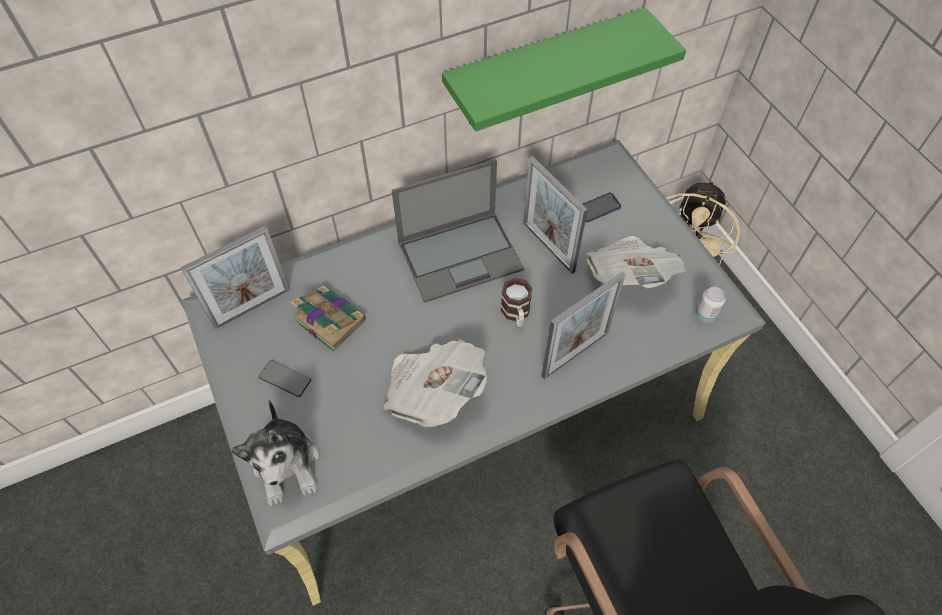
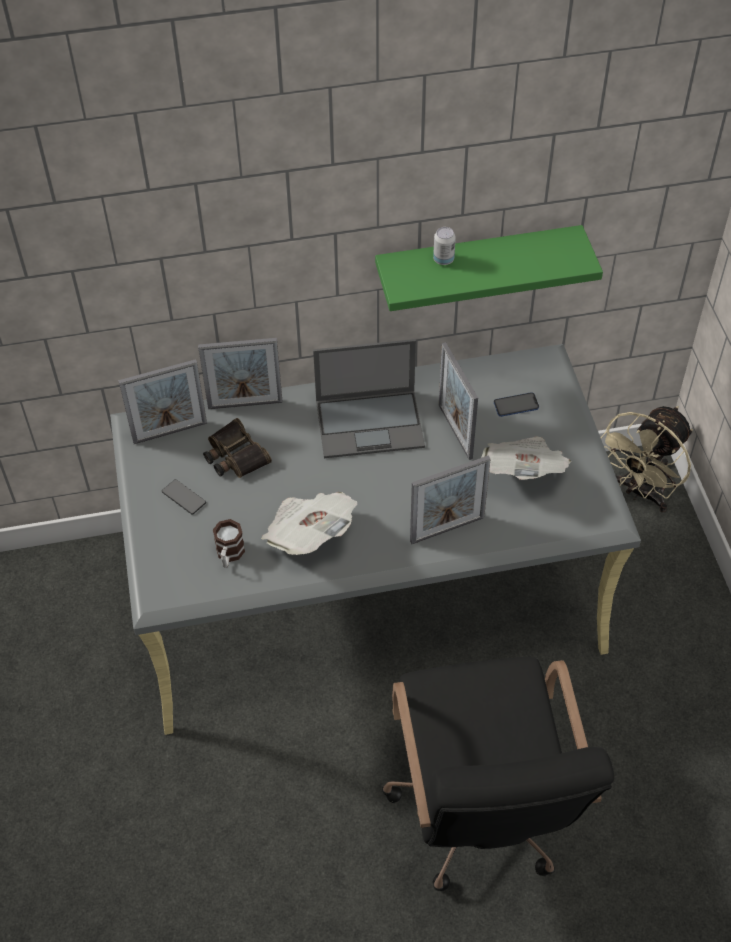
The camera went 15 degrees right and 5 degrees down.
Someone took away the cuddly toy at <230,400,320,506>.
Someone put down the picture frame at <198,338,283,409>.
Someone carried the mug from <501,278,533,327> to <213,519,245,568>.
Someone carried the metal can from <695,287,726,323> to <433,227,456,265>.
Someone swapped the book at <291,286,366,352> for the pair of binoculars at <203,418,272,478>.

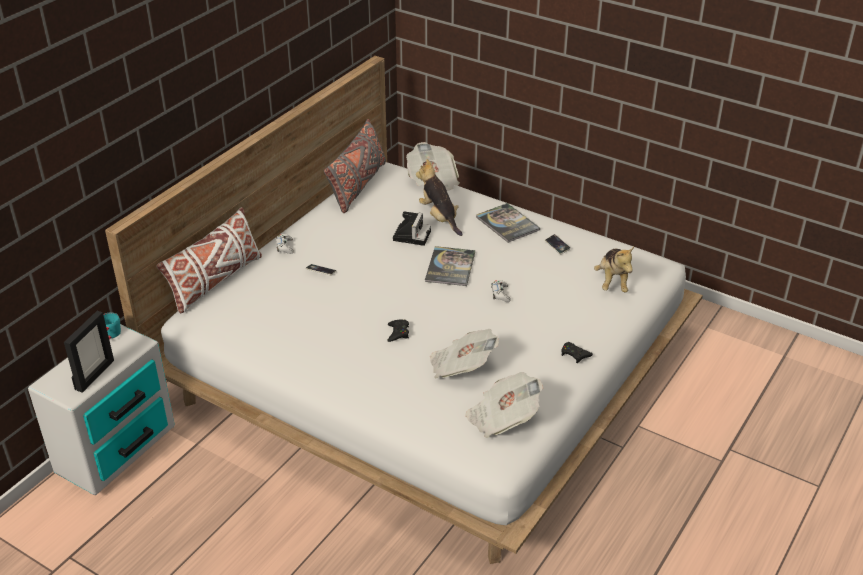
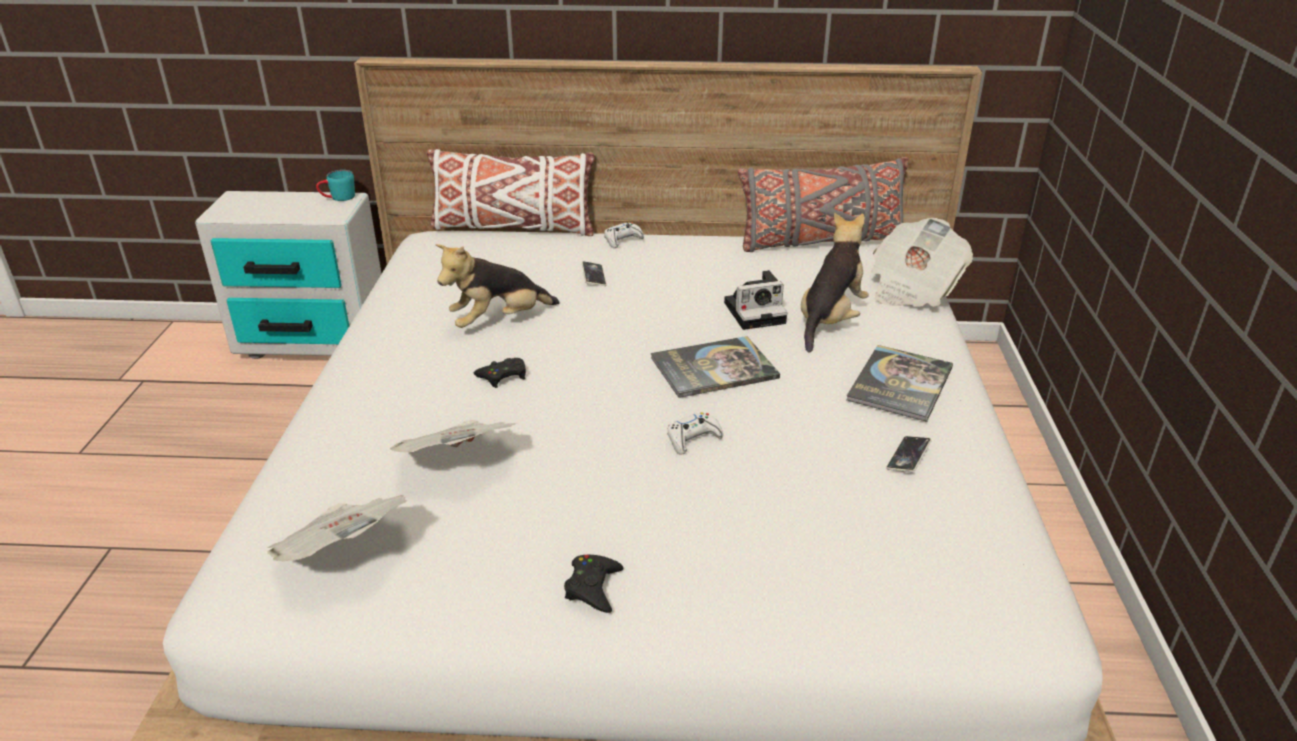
The camera went 60 degrees right and 5 degrees down.
Someone took away the picture frame at <64,311,114,393>.
Someone carried the cuddly toy from <594,247,634,292> to <436,244,560,328>.

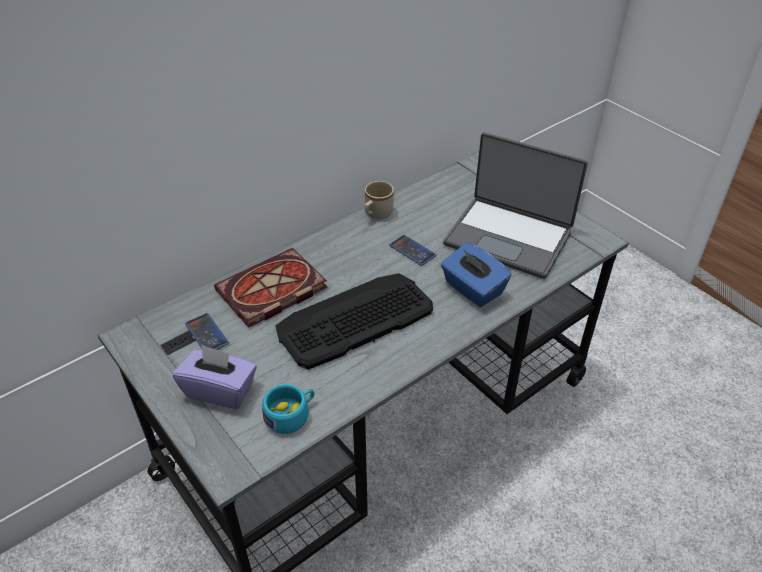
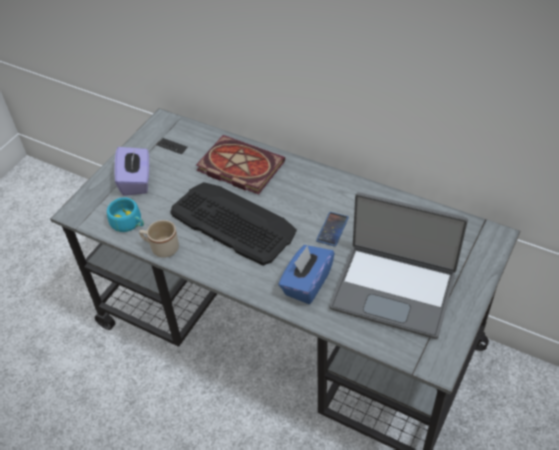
The camera went 70 degrees right and 5 degrees up.
Someone took away the telephone at <185,313,229,350>.
Someone carried the mug (beige) from <365,181,394,219> to <139,220,179,258>.
Someone rotated the portable computer at <443,132,588,279> by 75 degrees counterclockwise.

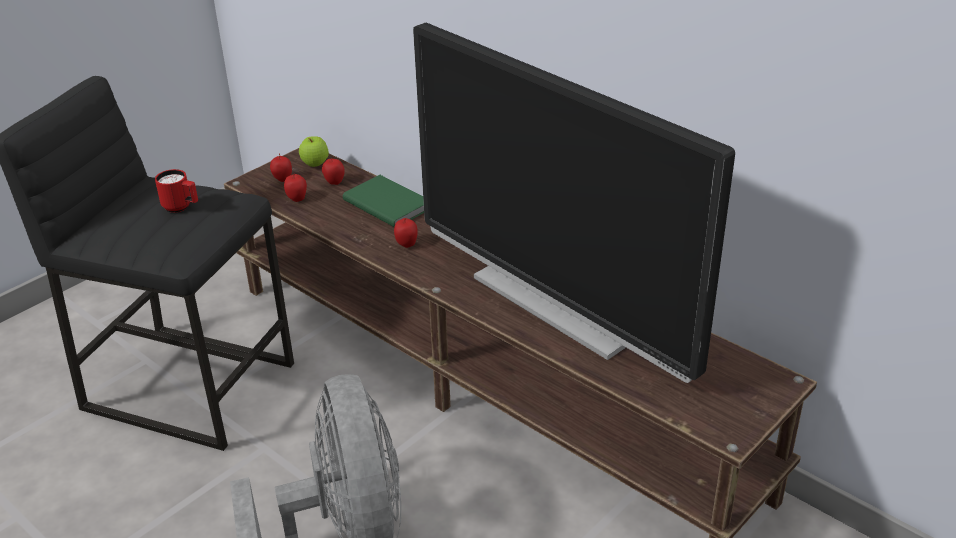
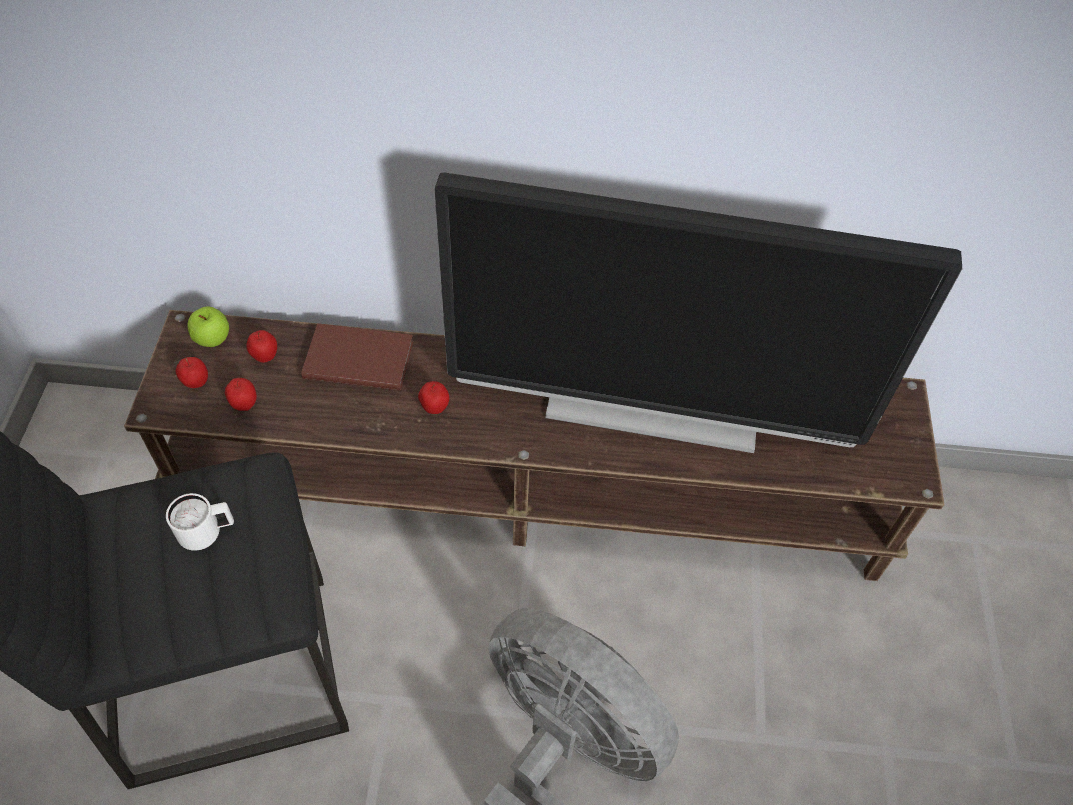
The camera went 40 degrees left and 20 degrees up.
Someone repainted the mug (reddish) at <155,169,198,213>, which became the mug (white) at <166,493,234,551>.
Someone repainted the book (greenish) at <343,175,424,227>, which became the book (brownish) at <301,323,413,391>.

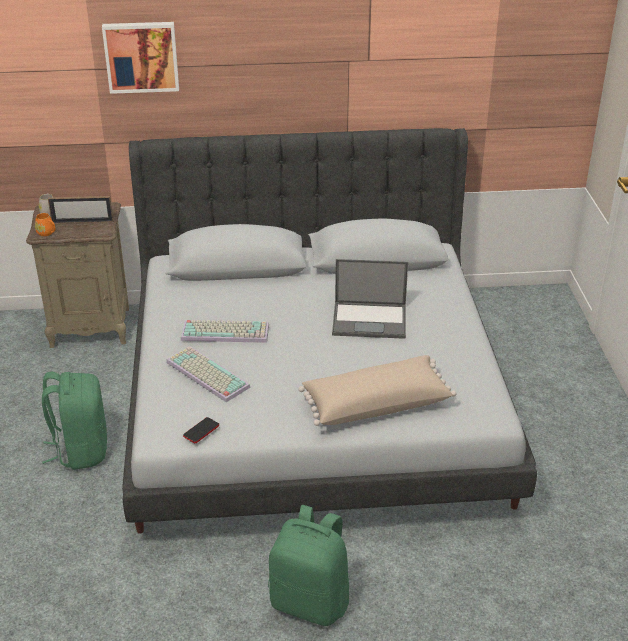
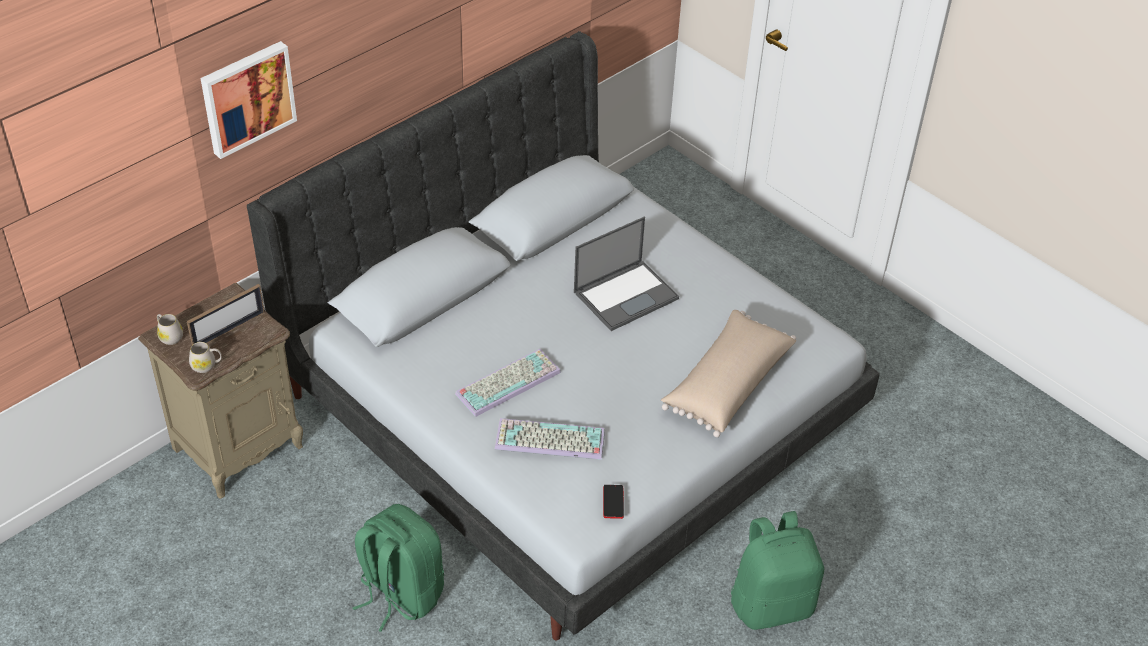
The camera went 40 degrees left and 10 degrees up.
Someone repainted the mug (orangey) at <35,213,55,236>, which became the mug (white) at <189,342,222,373>.

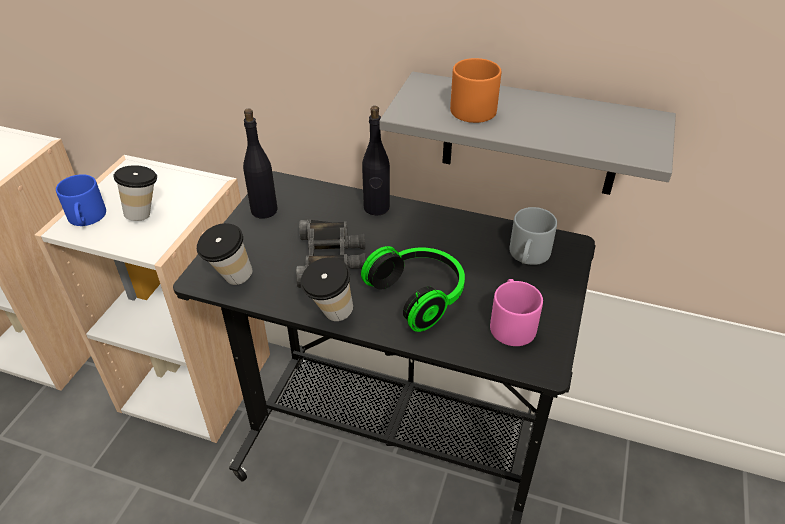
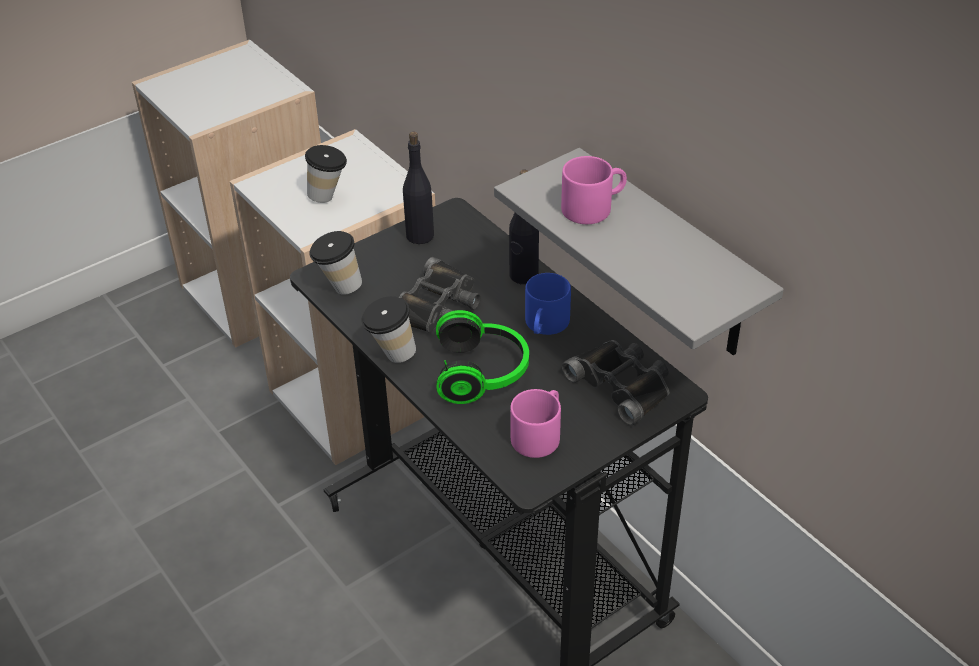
The camera went 35 degrees right and 0 degrees up.
Someone carried the mug (blue-coloured) from <56,174,106,226> to <525,273,571,335>.
Someone swapped the mug (grey) at <510,207,557,265> for the pair of binoculars (black-coloured) at <562,340,669,425>.
Someone repainted the mug (orangey) at <450,58,501,123>, which became the mug (pink) at <561,156,627,224>.

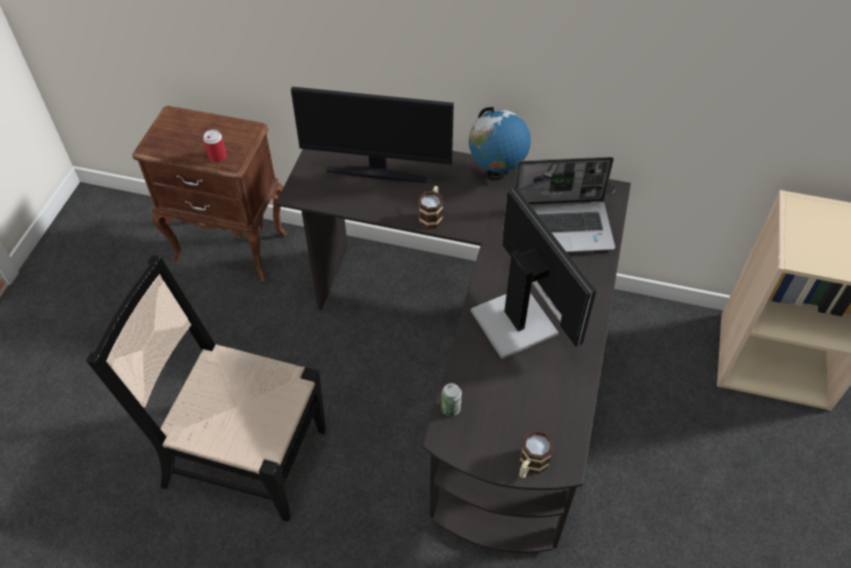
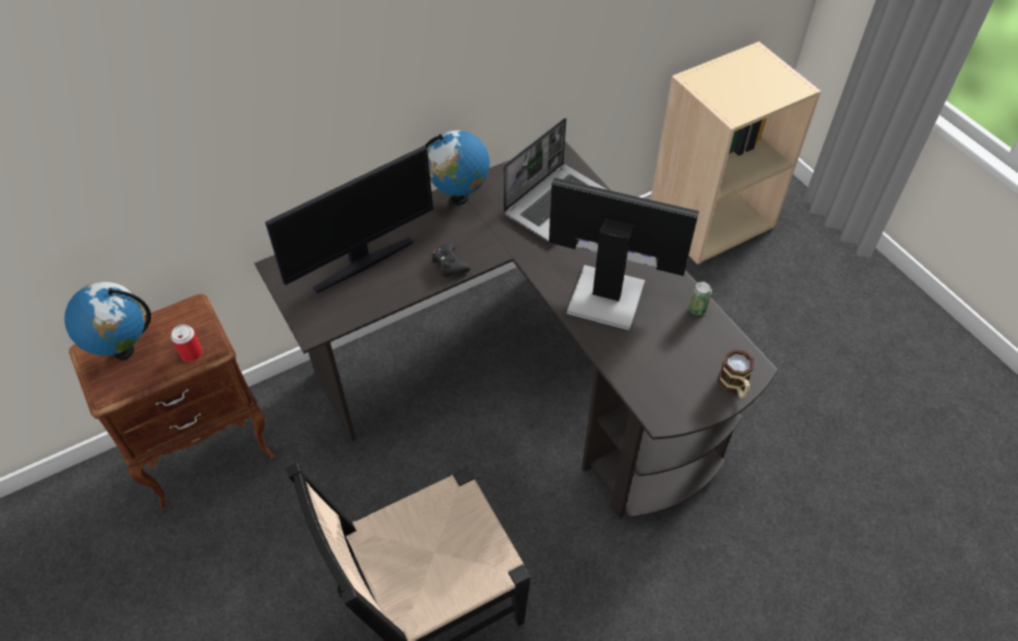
The camera went 45 degrees left and 0 degrees up.
Someone put down the globe at <65,282,151,360>.
Someone carried the metal can from <441,383,462,416> to <689,281,712,315>.
Someone swapped the mug at <418,186,443,229> for the joypad (black-coloured) at <431,243,470,277>.

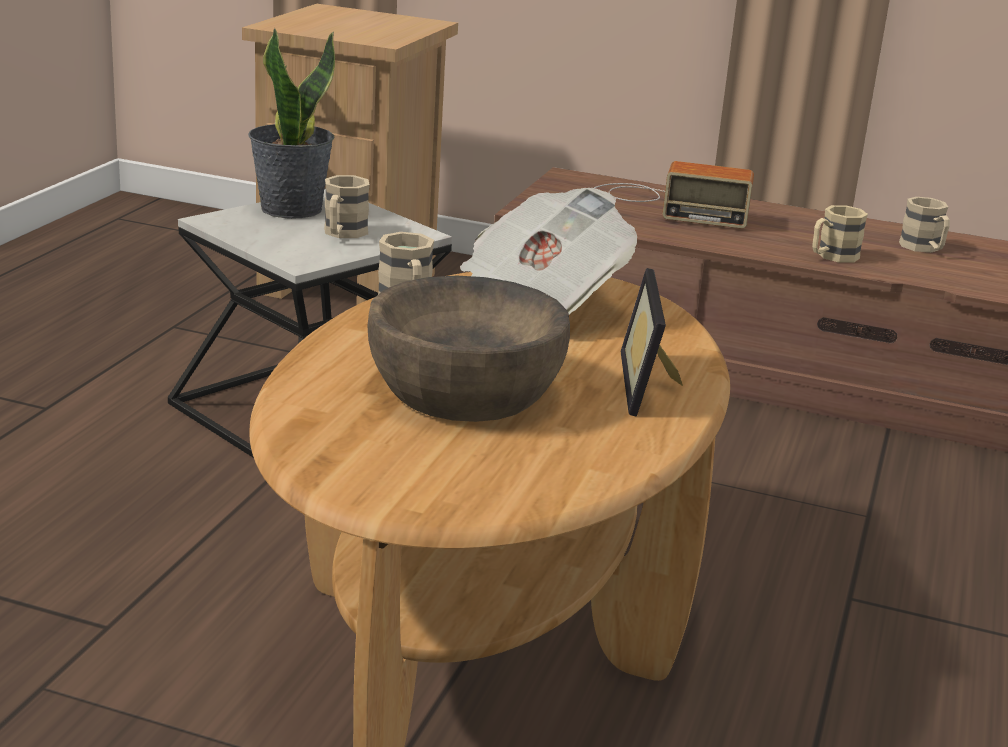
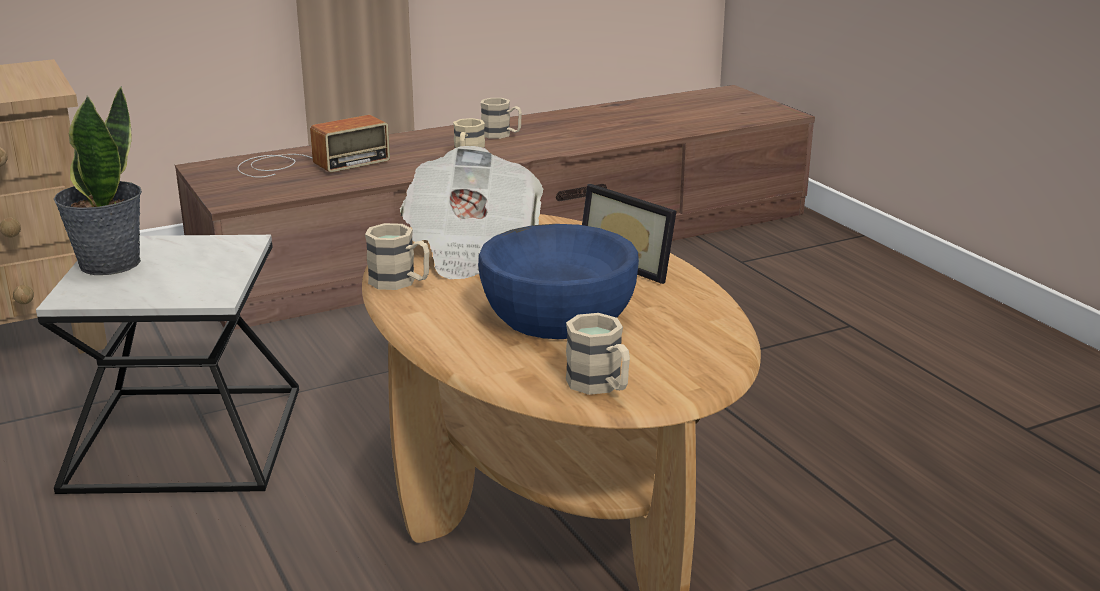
The camera went 45 degrees left and 0 degrees up.
Someone carried the mug (beige) from <324,175,370,238> to <566,313,630,395>.
Someone repainted the bowl (brownish) at <367,276,570,422>, which became the bowl (blue-coloured) at <478,224,639,339>.

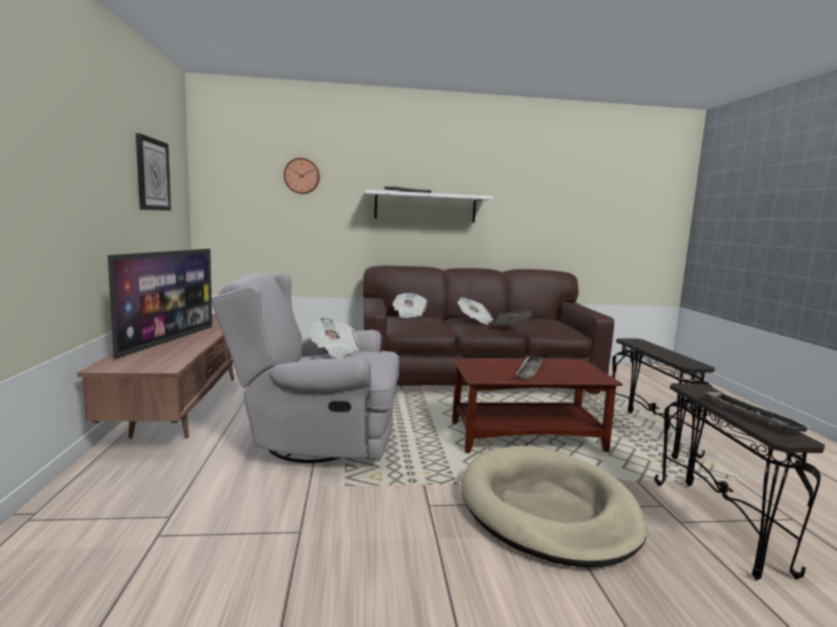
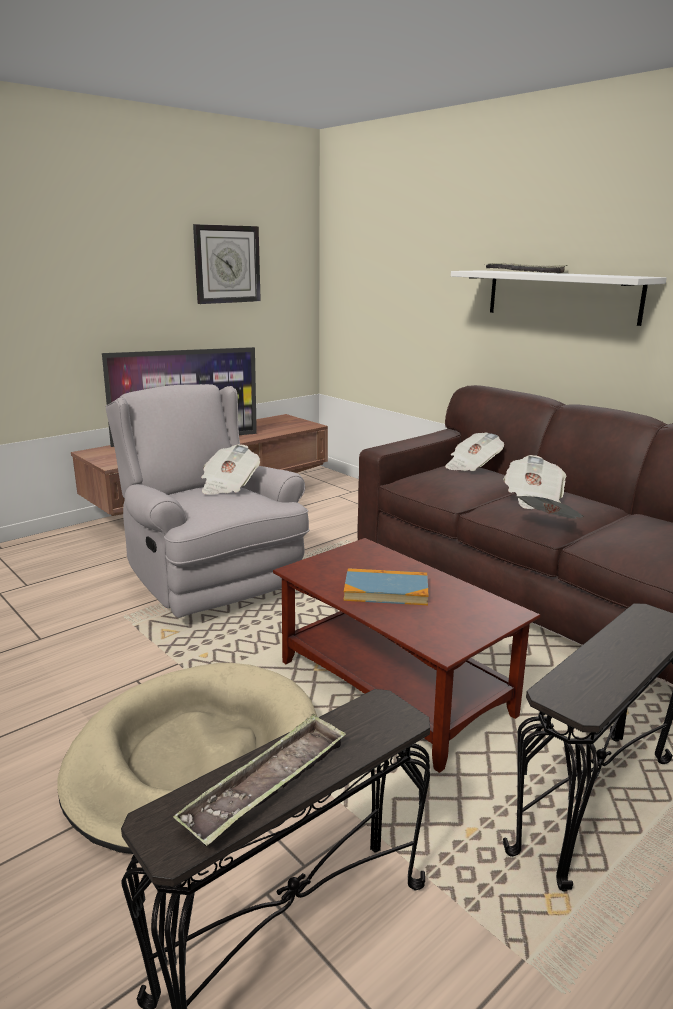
The camera went 55 degrees right and 10 degrees up.
Someone took away the hanging clock at <284,158,320,194>.
Someone swapped the serving tray at <516,357,544,380> for the book at <343,568,429,605>.

